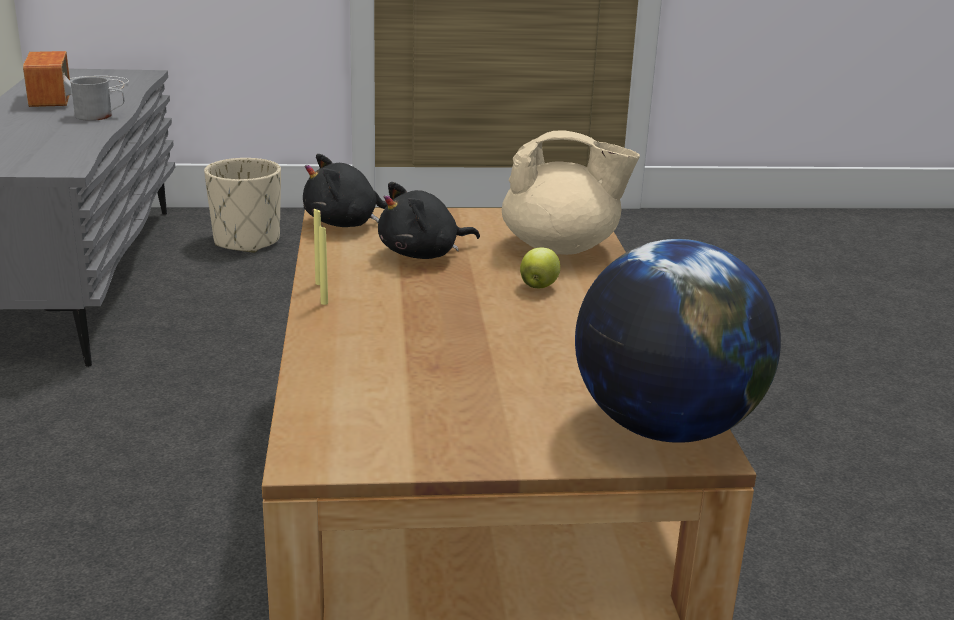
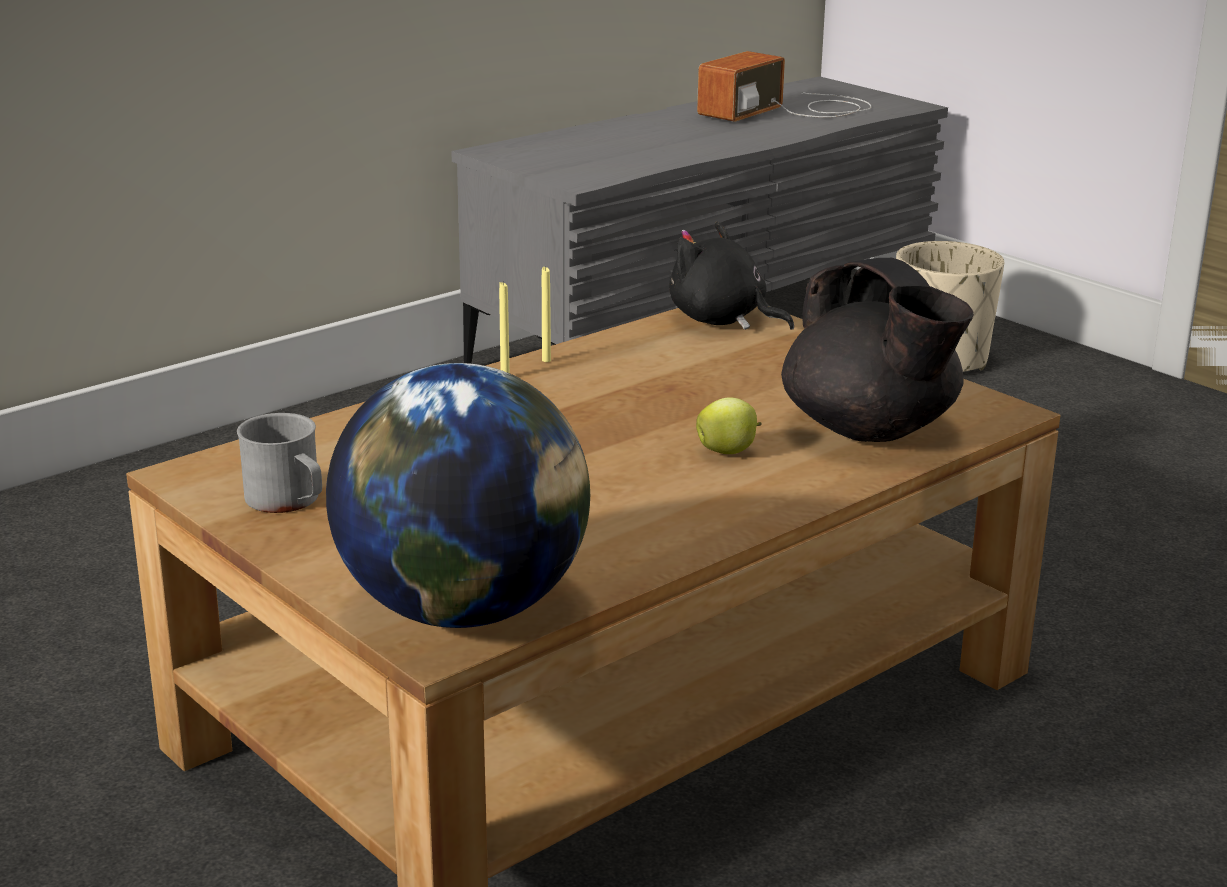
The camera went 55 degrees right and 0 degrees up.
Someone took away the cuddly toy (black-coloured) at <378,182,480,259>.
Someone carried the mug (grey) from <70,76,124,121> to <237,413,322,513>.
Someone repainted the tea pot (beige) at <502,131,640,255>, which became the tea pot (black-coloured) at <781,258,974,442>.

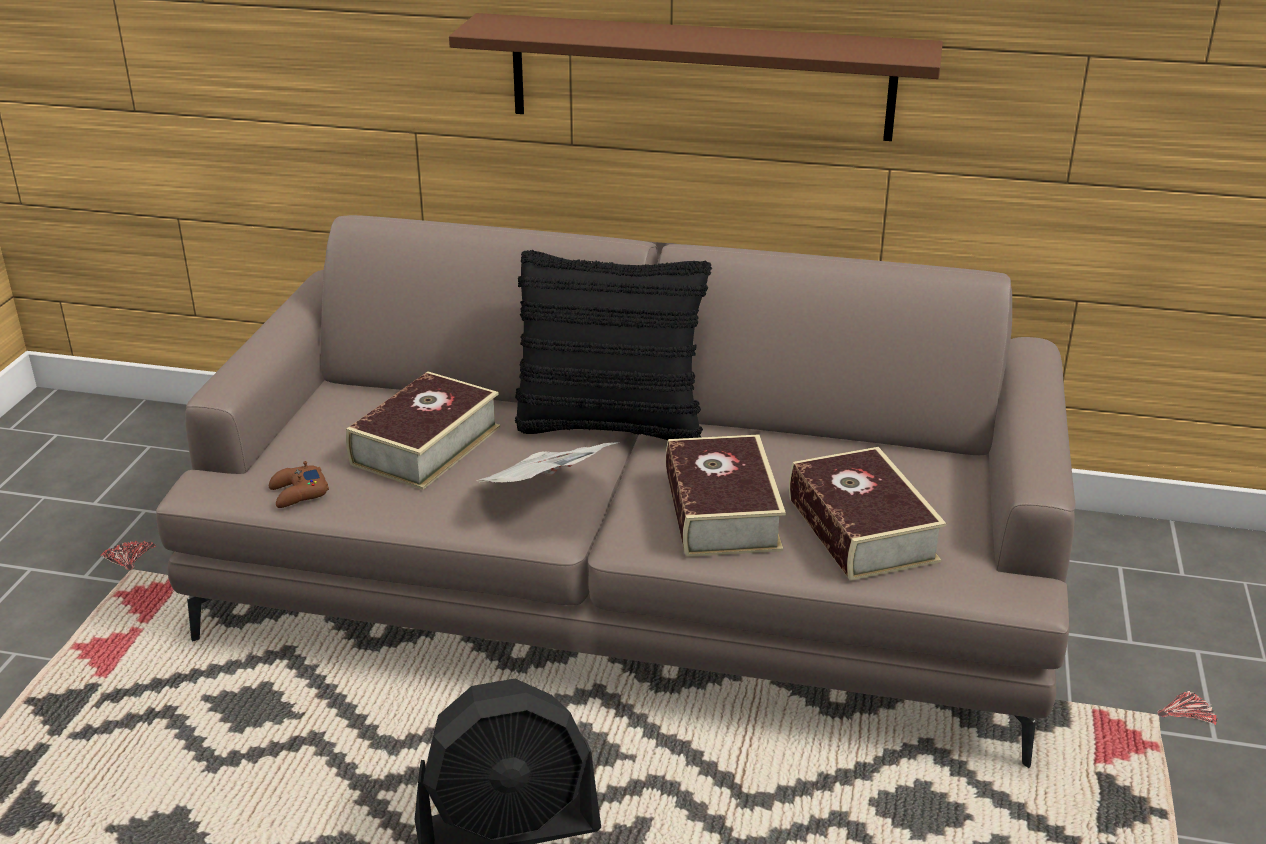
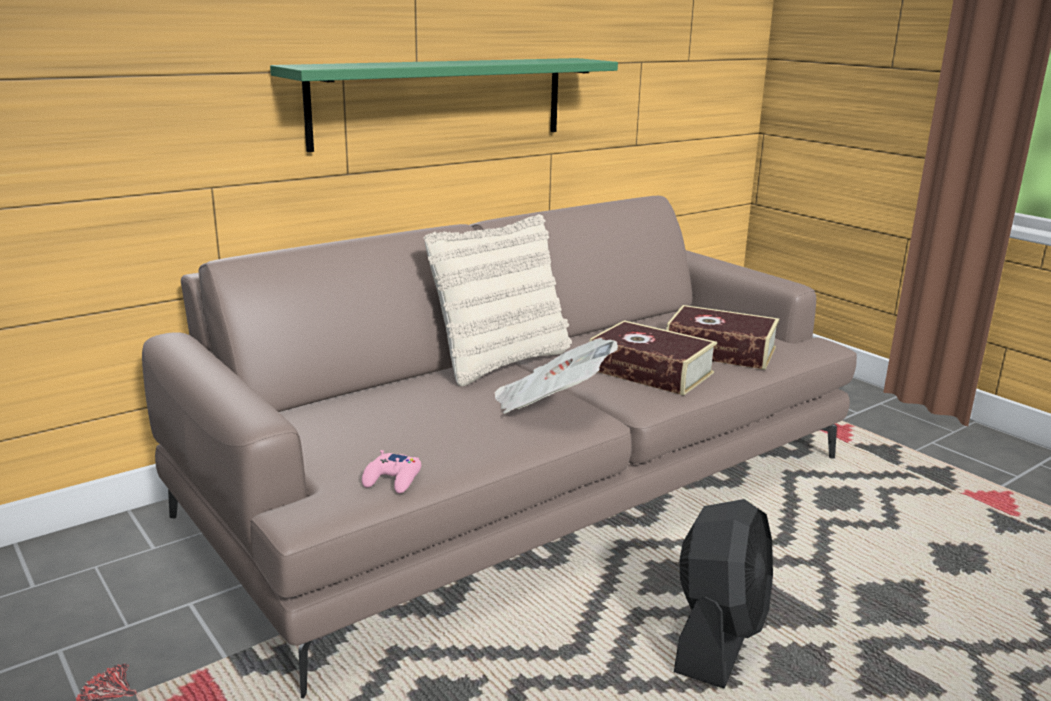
The camera went 50 degrees left and 10 degrees down.
Someone took away the book at <346,371,500,490>.
Someone repainted the joypad (brownish) at <269,461,329,508>, which became the joypad (pink) at <362,450,421,493>.
Someone repainted the bracket shelf (brownish) at <449,13,943,141>, which became the bracket shelf (greenish) at <270,58,618,152>.
Someone repainted the throw pillow (black-coloured) at <515,250,712,440>, which became the throw pillow (beige) at <424,214,572,386>.

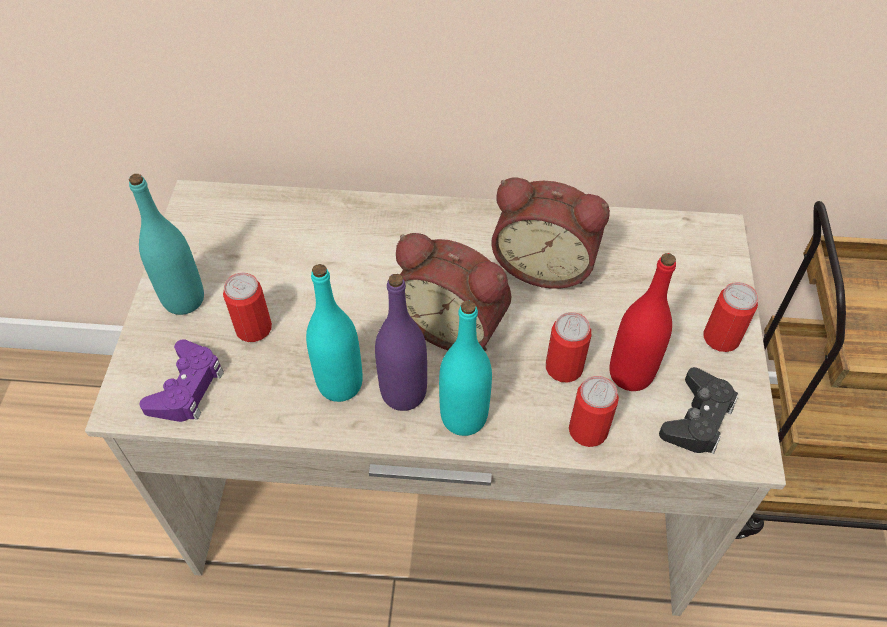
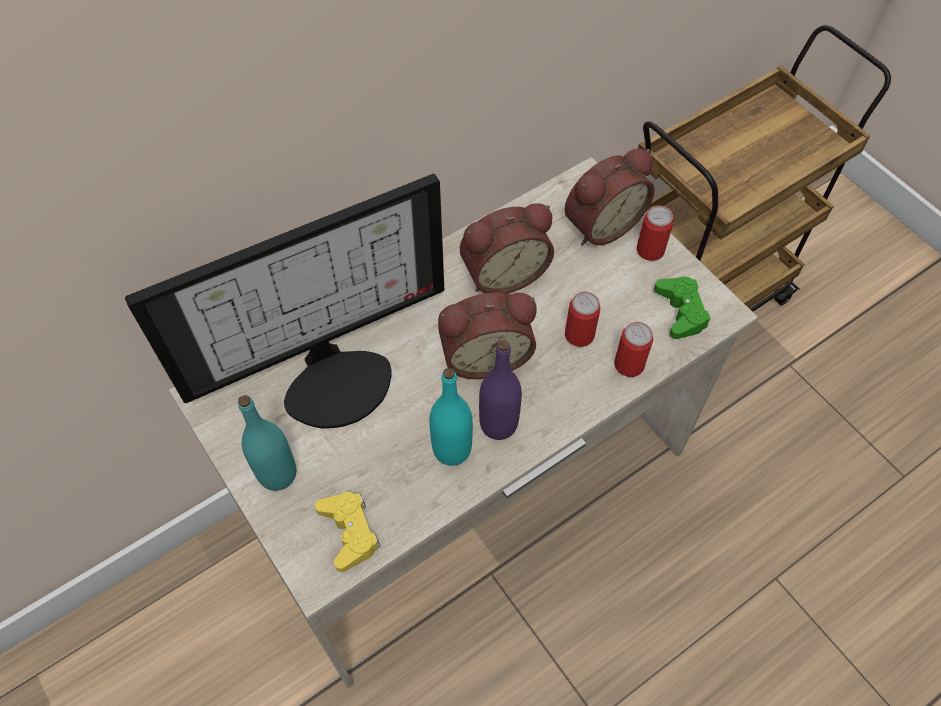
The camera went 40 degrees left and 5 degrees up.
Someone took away the metal can at <223,273,272,342>.
Someone took away the drink bottle (turquoise) at <439,300,492,436>.
Someone took away the drink bottle (reddish) at <609,253,676,391>.
Someone put down the computer display at <125,174,444,429>.
Someone put down the table clock at <564,149,655,246>.
Someone repainted the joypad (purplish) at <139,339,224,422>, which became the joypad (yellow) at <315,492,381,572>.
Someone repainted the joypad (black-coloured) at <659,367,738,454>, which became the joypad (greenish) at <654,276,711,339>.

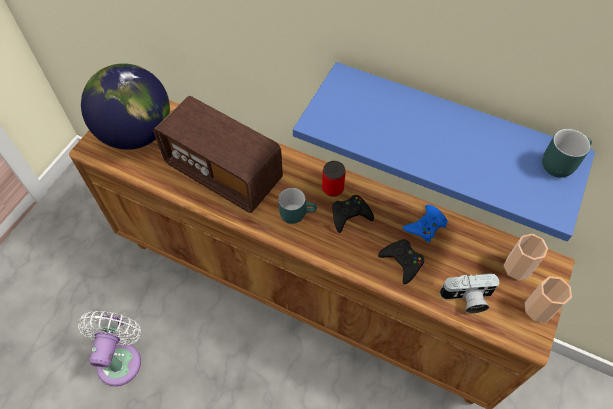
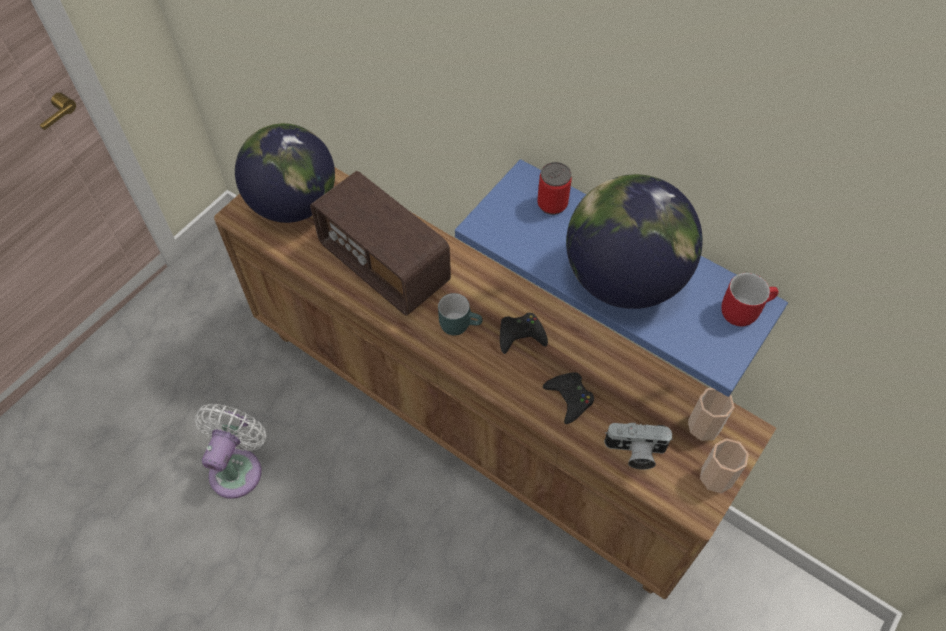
The camera went 10 degrees right and 0 degrees up.
Someone took away the joypad (blue-coloured) at <403,205,448,243>.
Someone put down the globe at <566,174,703,309>.
Someone carried the metal can from <322,161,346,197> to <537,162,572,215>.
Someone repainted the mug (turquoise) at <542,129,592,178>, which became the mug (reddish) at <721,273,778,326>.

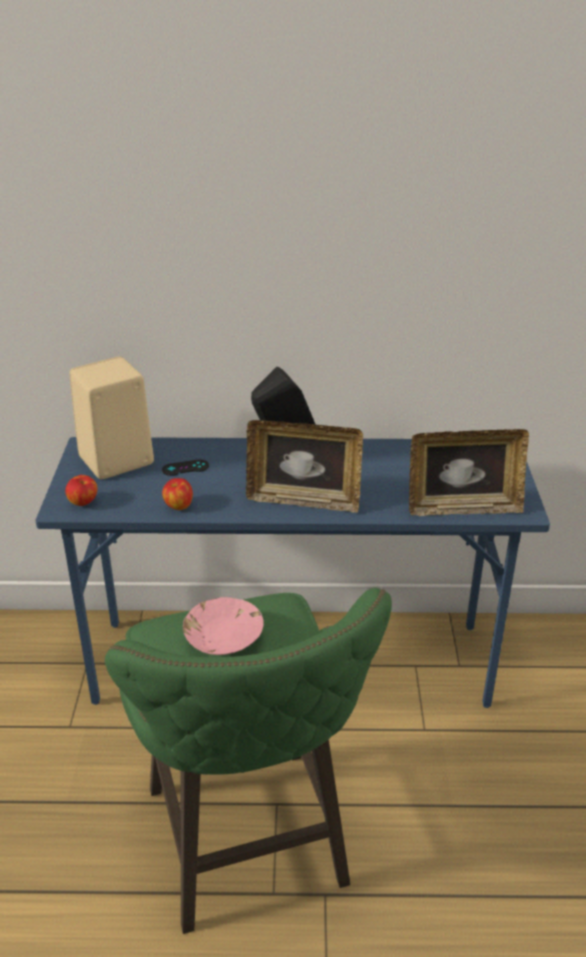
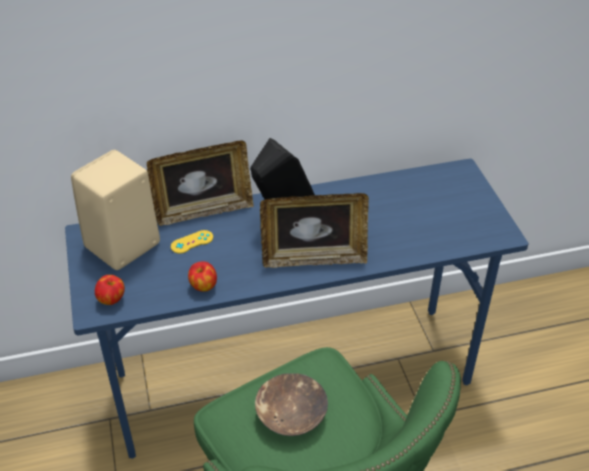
The camera went 15 degrees left and 10 degrees up.
Someone carried the picture frame from <409,429,529,516> to <147,141,254,226>.
Someone repainted the joypad (black-coloured) at <162,459,209,476>, which became the joypad (yellow) at <171,230,213,254>.
Someone repainted the bowl (pink) at <183,597,263,655>, which became the bowl (brownish) at <255,373,328,436>.

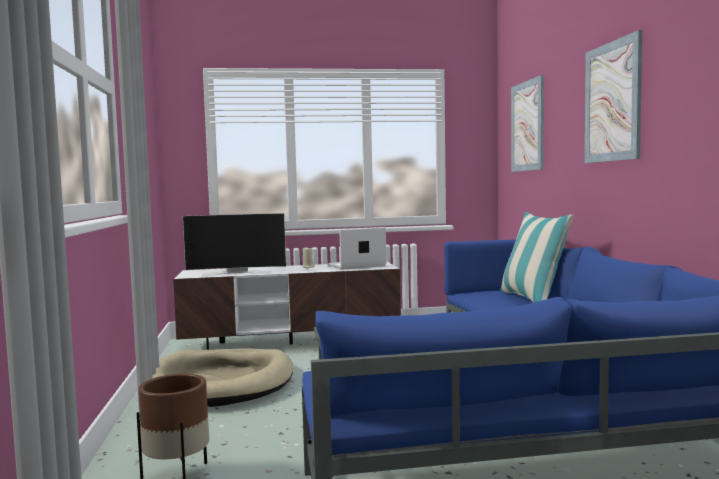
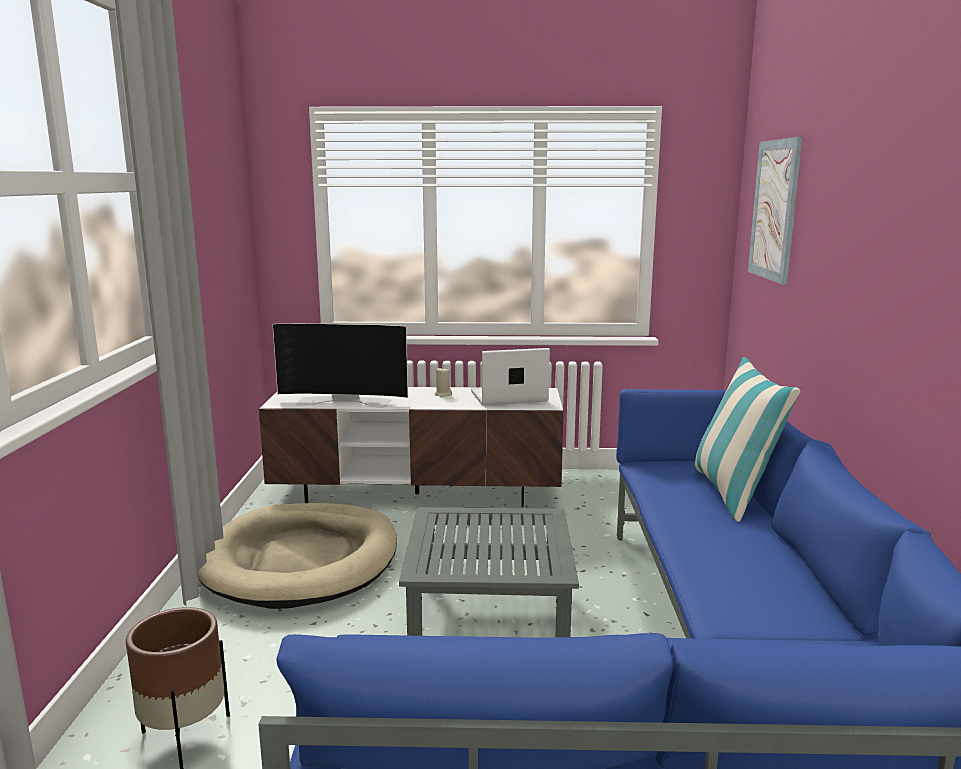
The camera went 10 degrees right and 10 degrees up.
Someone took away the wall picture at <585,30,642,163>.

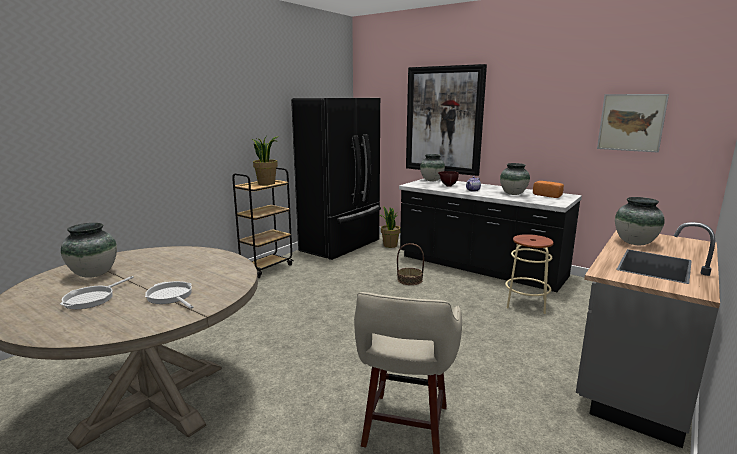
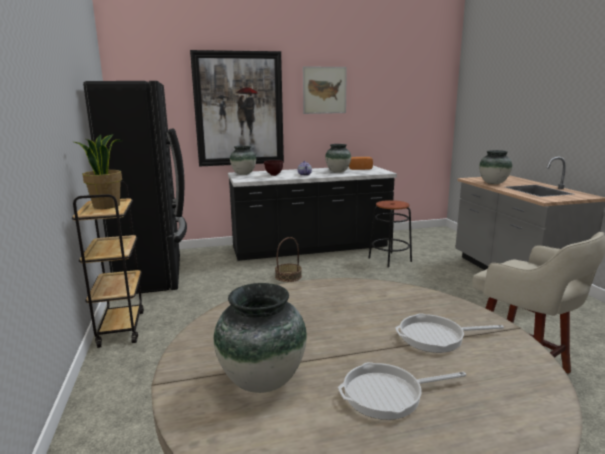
The camera went 50 degrees left and 0 degrees up.
Someone took away the houseplant at <379,206,401,248>.
Someone carried the wall picture from <597,94,669,153> to <303,66,347,114>.
Someone repainted the stool seat (beige) at <505,234,554,314>, which became the stool seat (black-coloured) at <369,200,412,268>.
Someone rotated the skillet at <60,276,134,309> by 105 degrees clockwise.

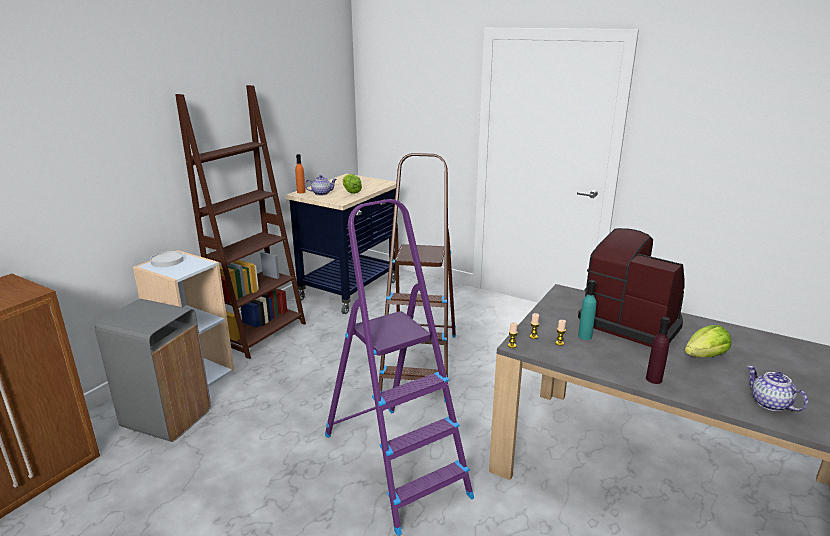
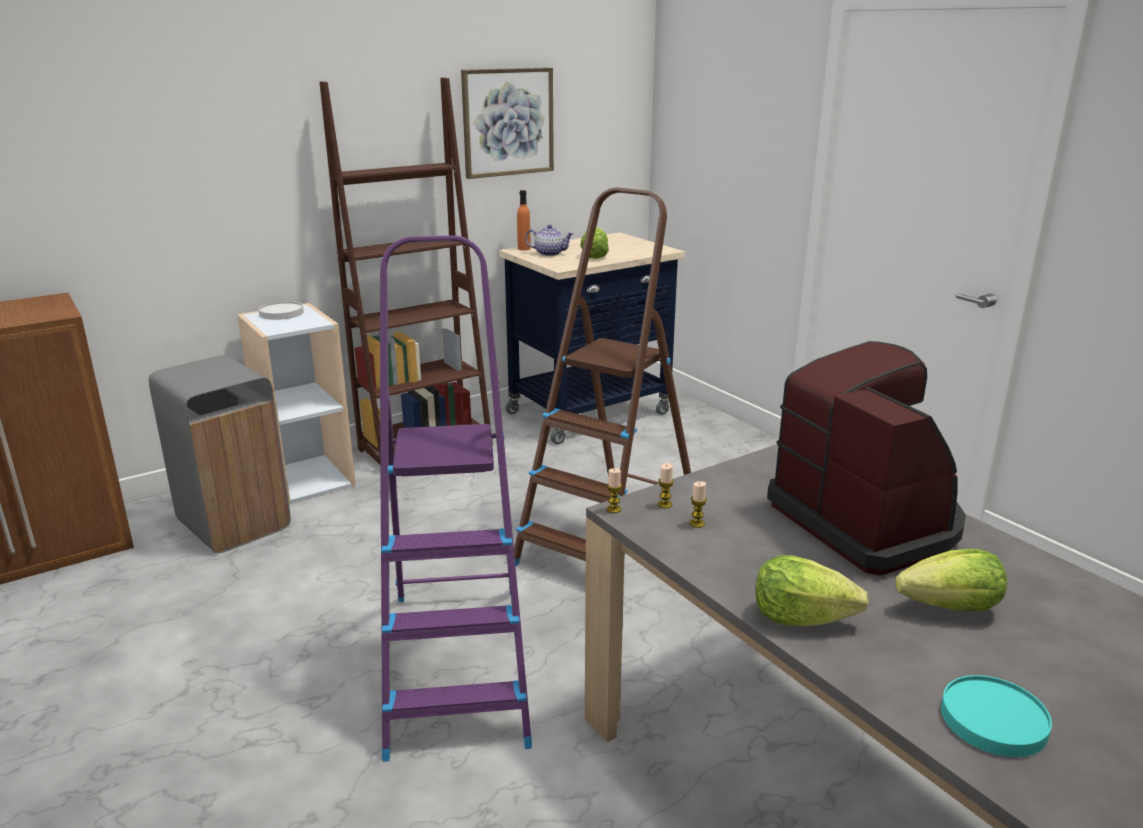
The camera went 25 degrees right and 0 degrees up.
Someone took away the drink bottle (turquoise) at <578,280,597,340>.
Someone put up the wall picture at <461,67,554,179>.
Someone swapped the drink bottle (purplish) at <646,317,670,384> for the head of lettuce at <756,555,869,626>.
Someone swapped the tea pot at <747,365,808,411> for the plate (turquoise) at <941,675,1052,757>.

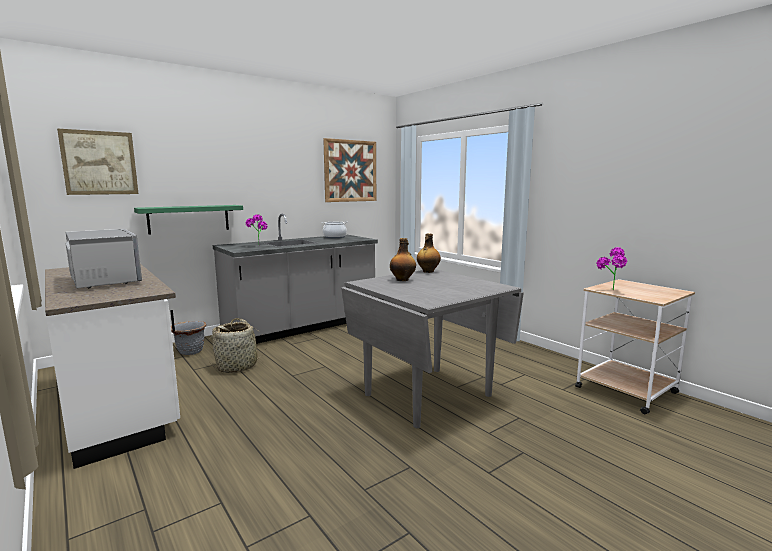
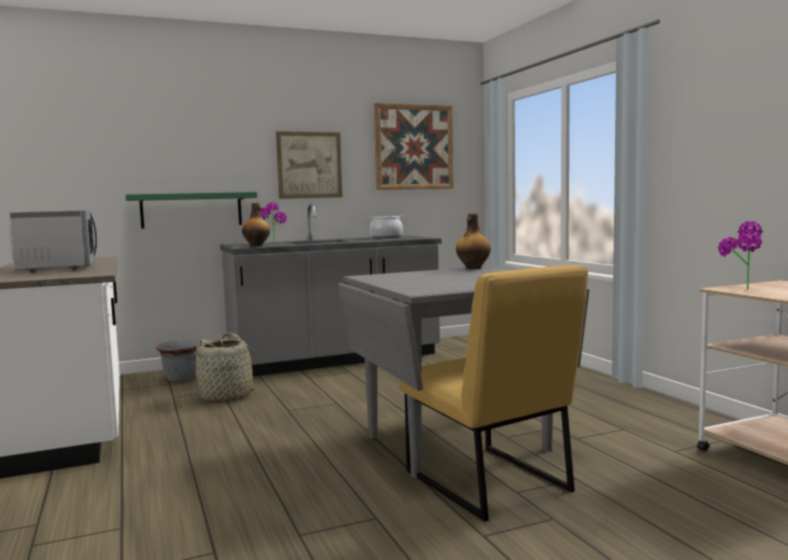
The camera went 15 degrees right and 5 degrees down.
Someone put down the plain chair (yellow) at <399,265,588,522>.
Someone carried the wall picture from <57,128,139,195> to <276,131,342,199>.
Someone carried the drink bottle from <390,238,416,281> to <242,203,270,247>.

